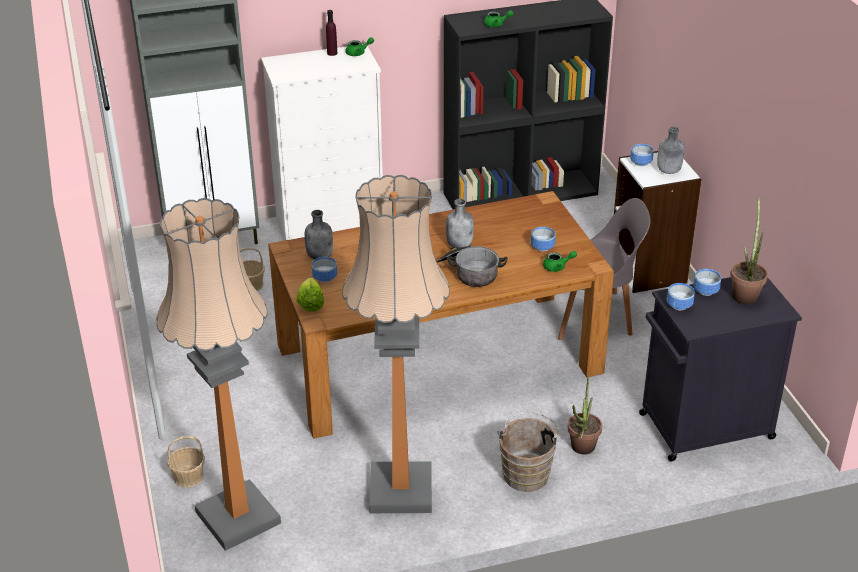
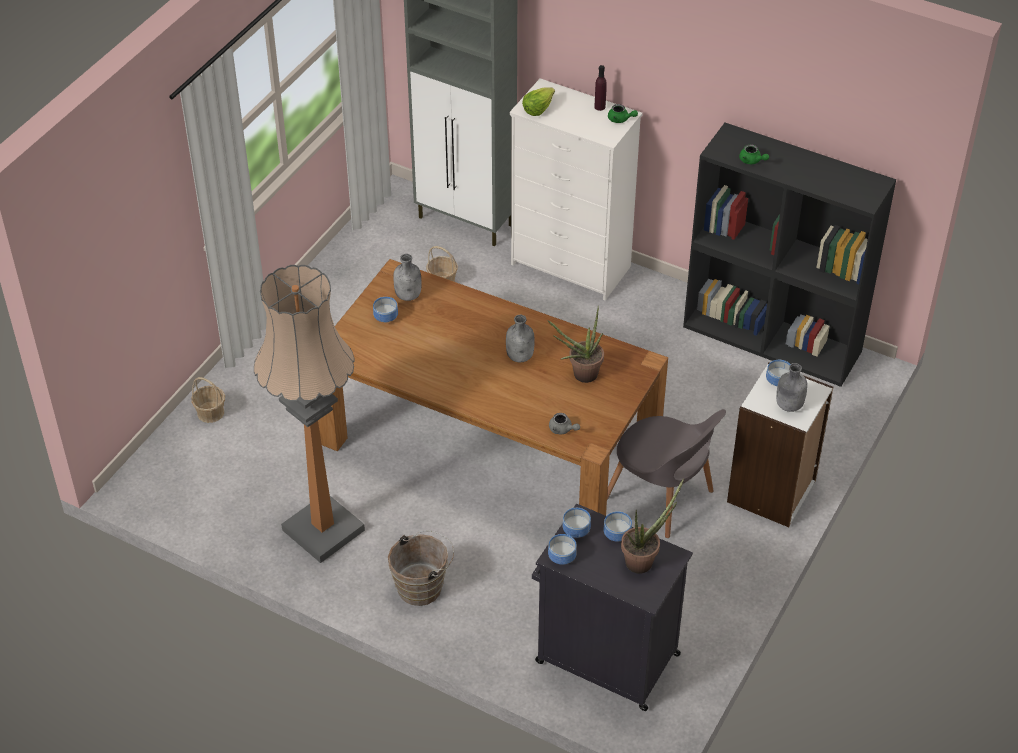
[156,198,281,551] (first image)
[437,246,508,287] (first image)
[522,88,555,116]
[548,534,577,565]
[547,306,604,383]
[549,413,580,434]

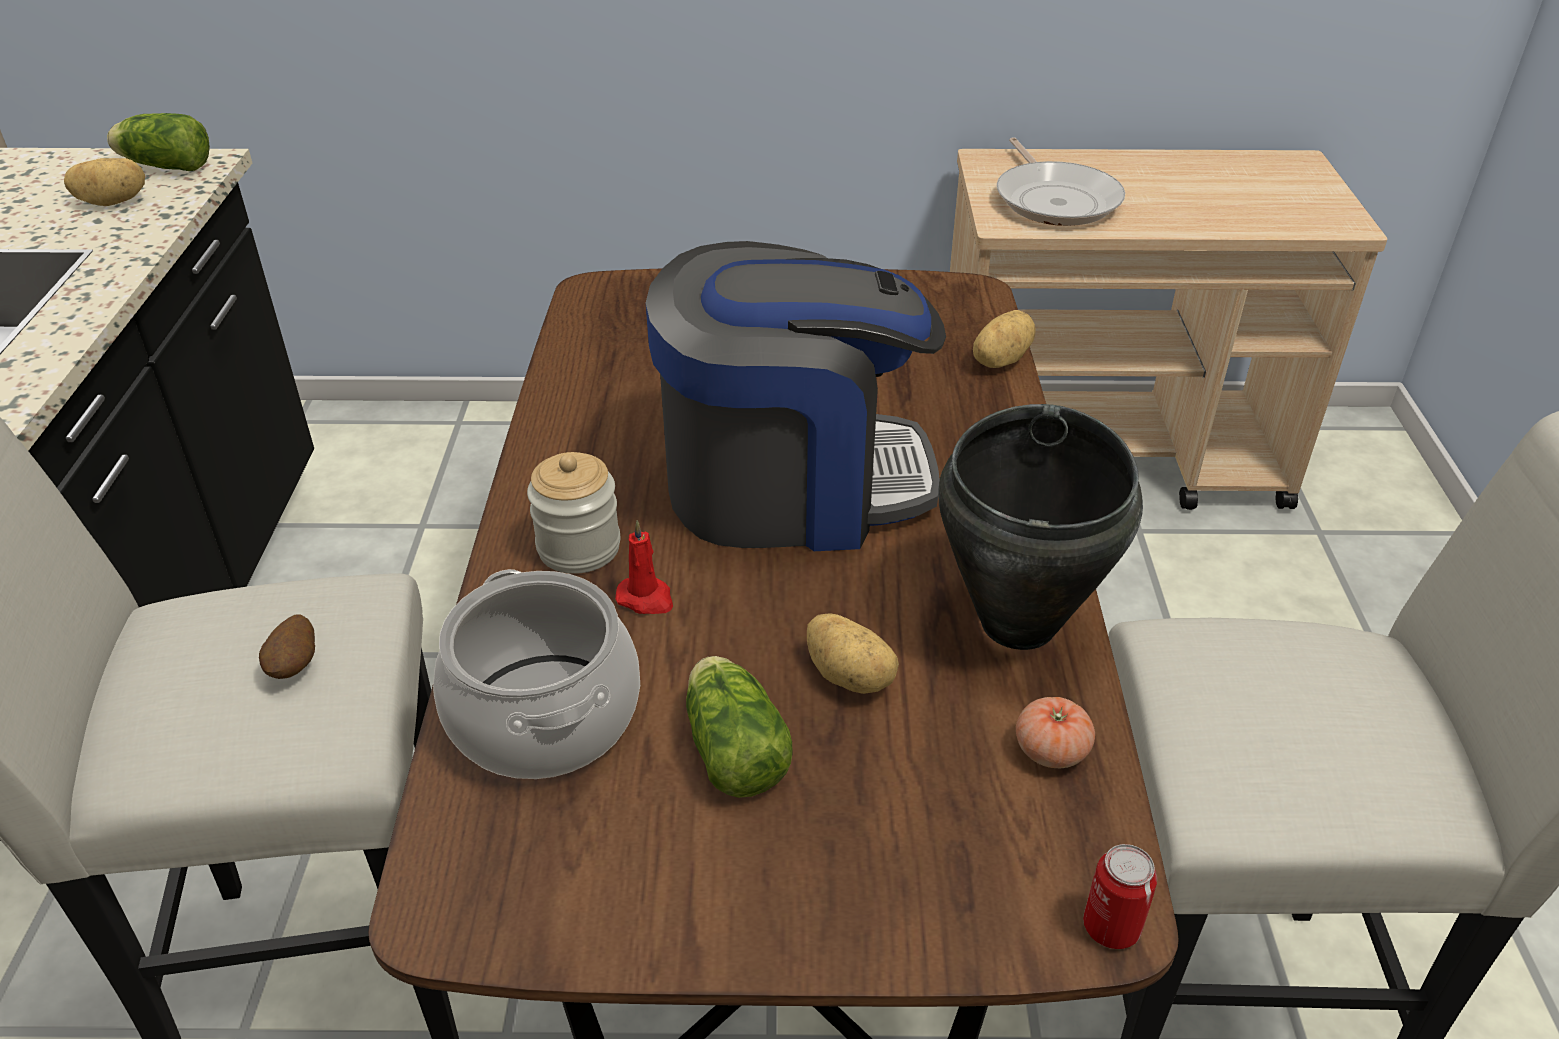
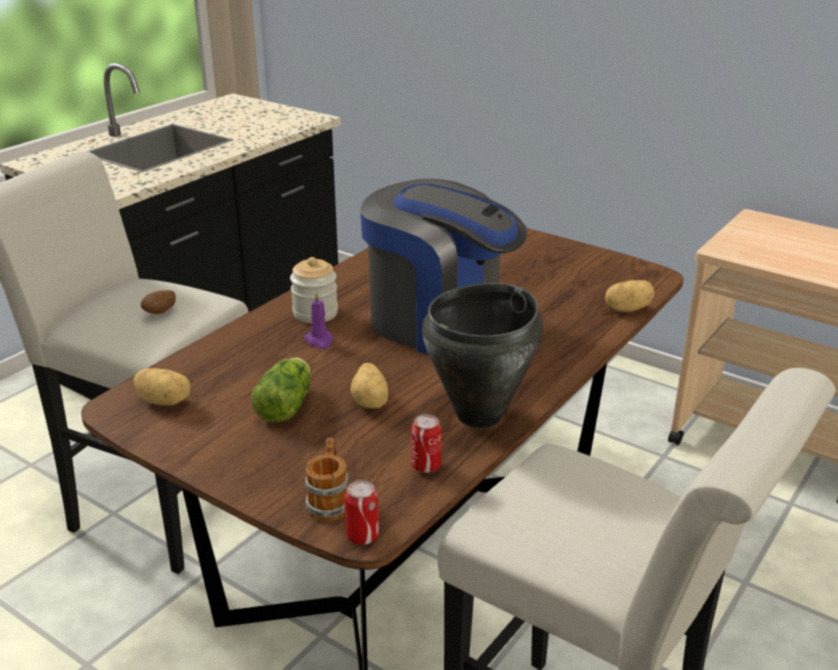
[107,113,210,171] (first image)
[433,569,640,779] (first image)
[997,137,1125,226] (first image)
[305,438,348,521]
[134,368,190,406]
[411,414,441,473]
[304,292,333,349]

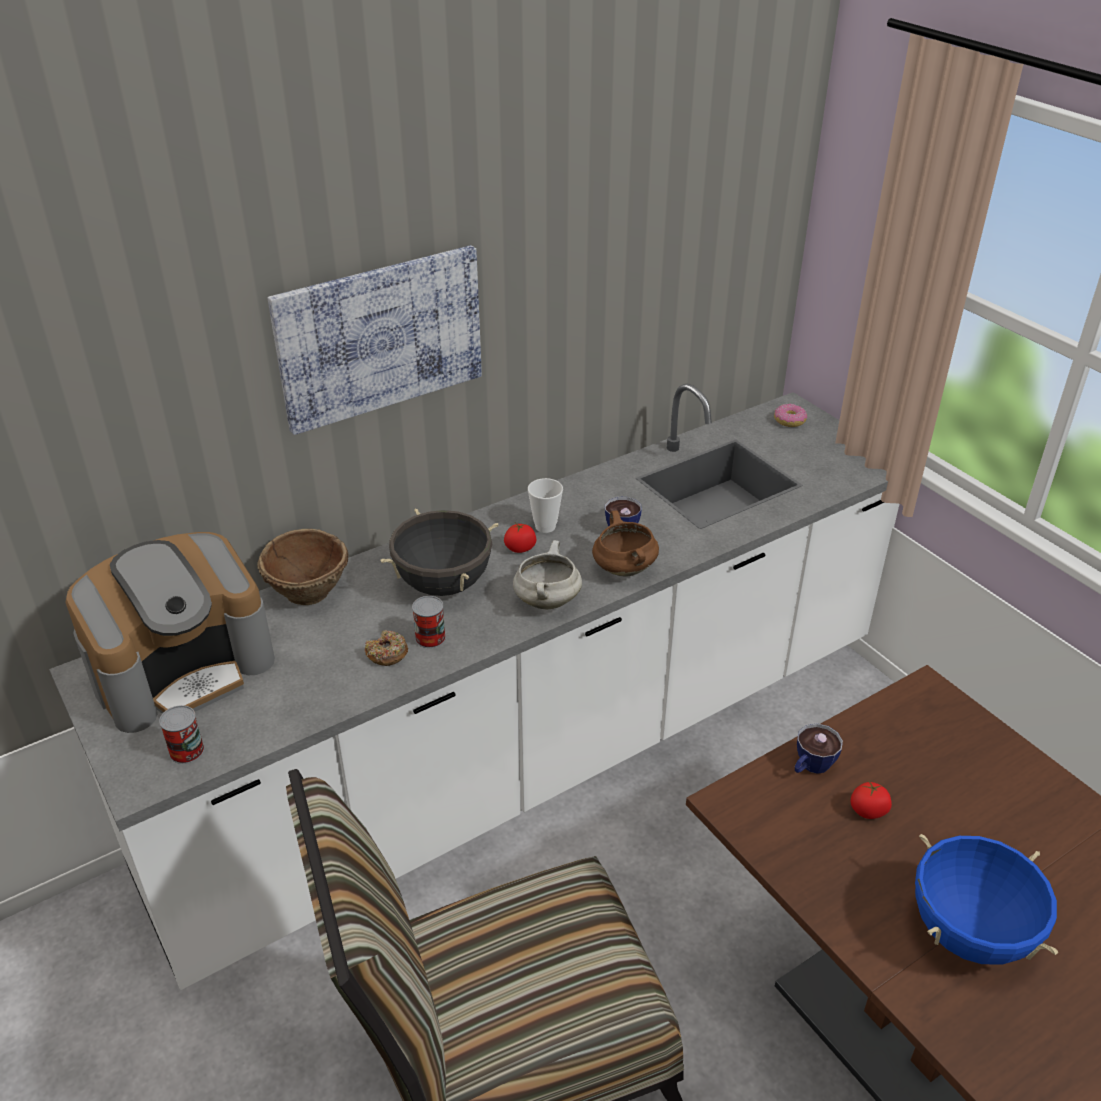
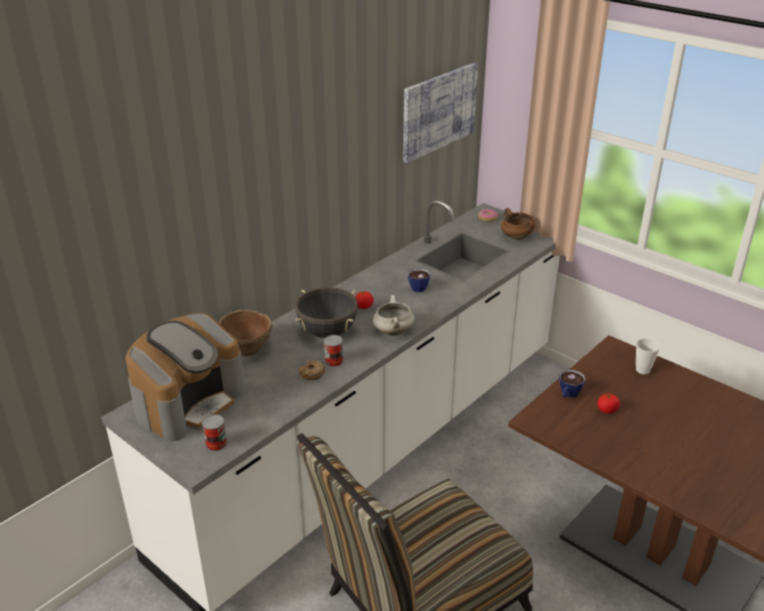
[915,834,1059,965] (first image)
[403,63,478,163]
[636,338,660,374]
[501,208,535,240]

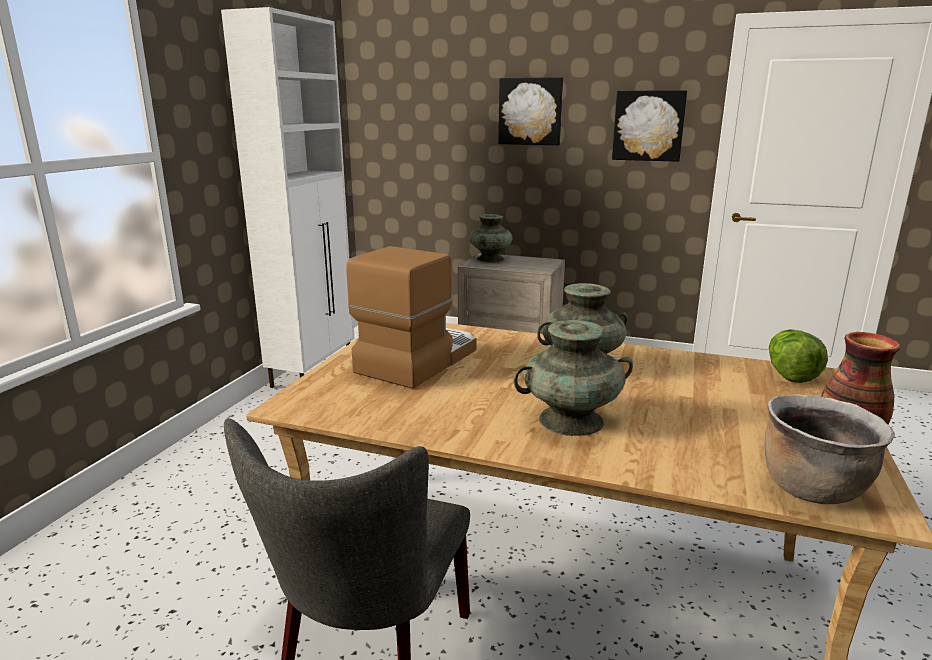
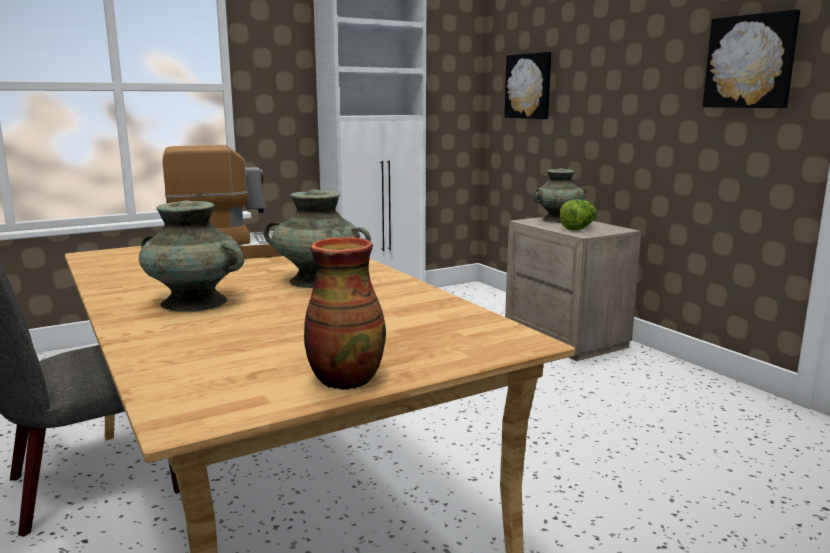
[764,394,895,504] (first image)
[504,52,551,119]
[559,199,596,230]

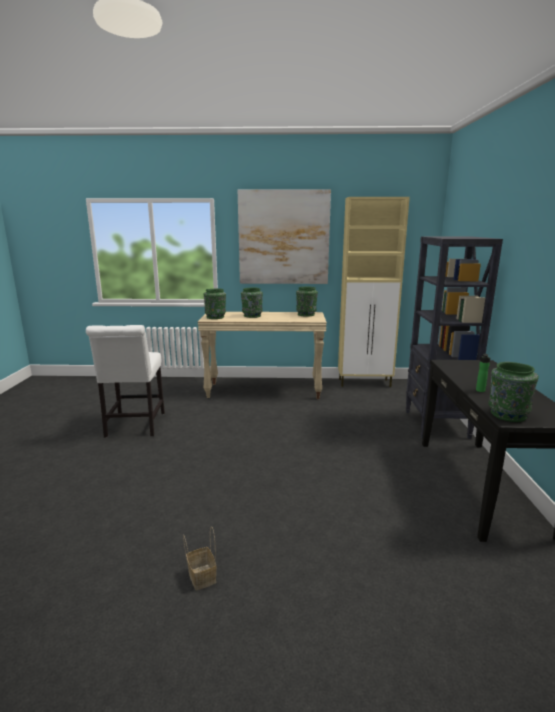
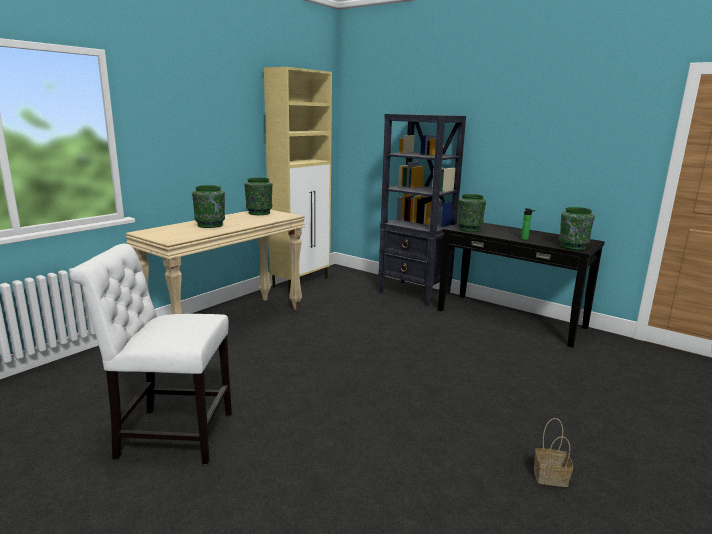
[238,189,331,284] (first image)
[457,194,486,232]
[70,244,232,464]

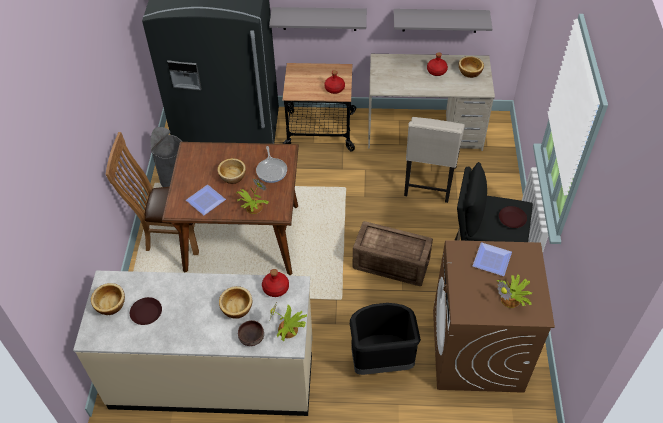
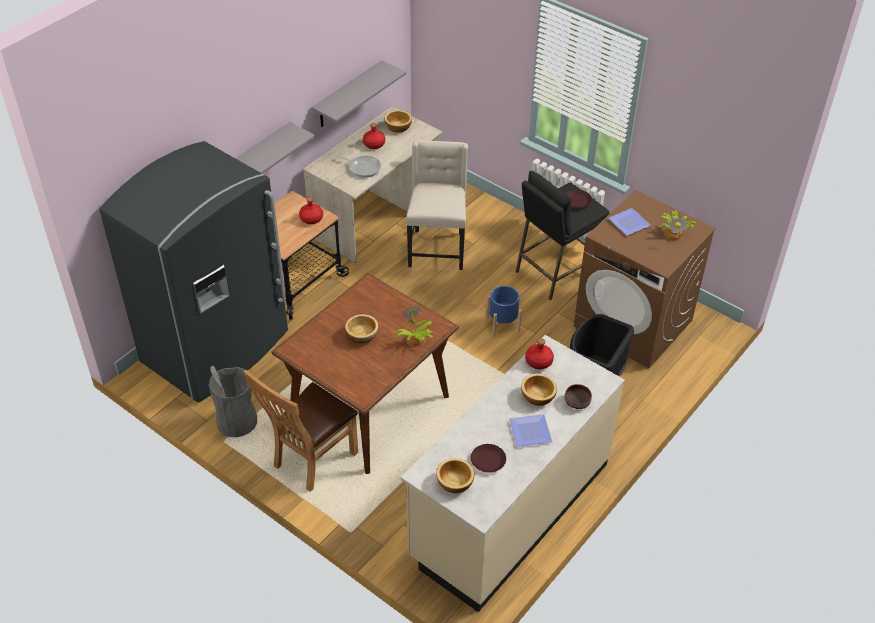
[269,303,307,341] (first image)
[509,414,552,447]
[337,155,381,178]
[486,286,522,337]
[406,140,468,270]

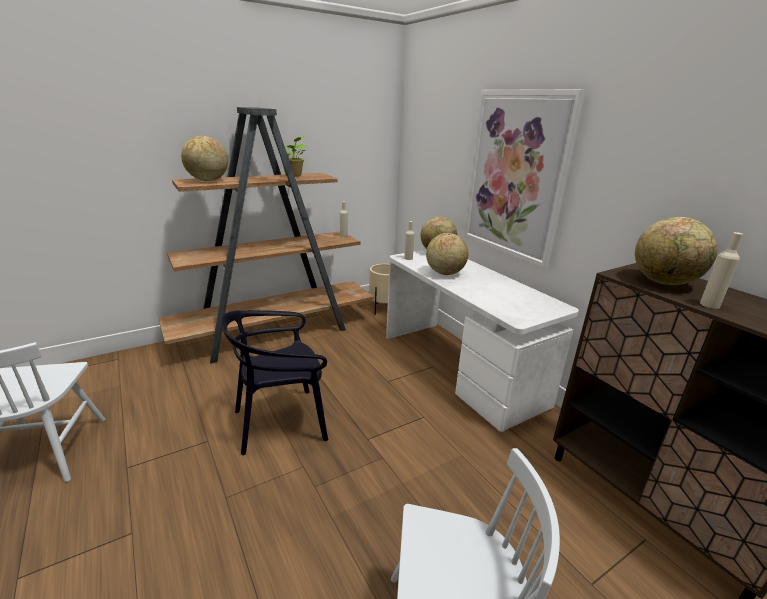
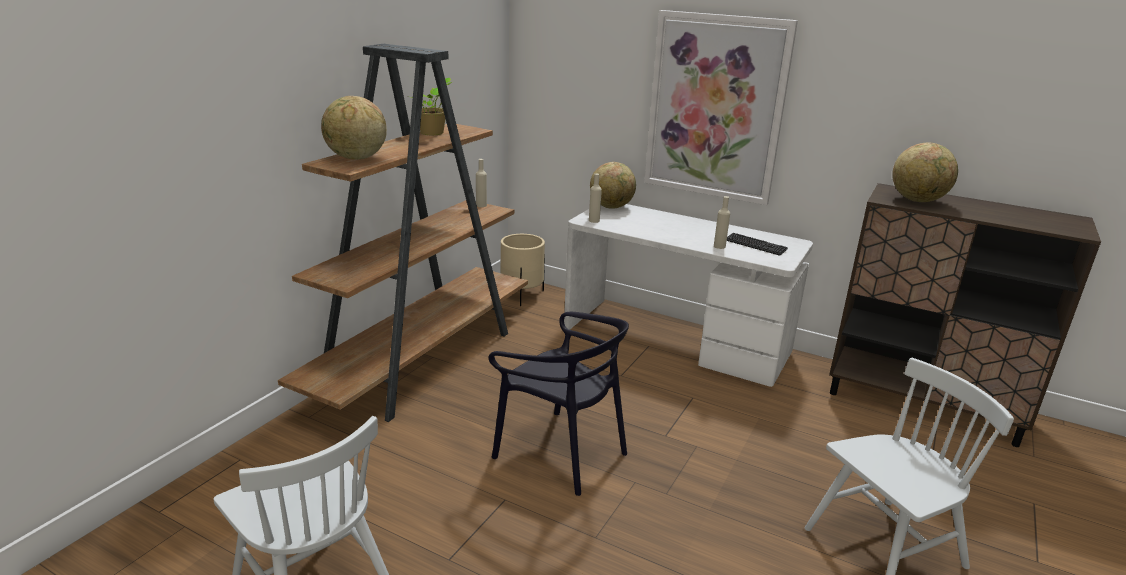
[426,233,468,275] (first image)
[727,233,788,256]
[714,196,730,249]
[489,312,629,496]

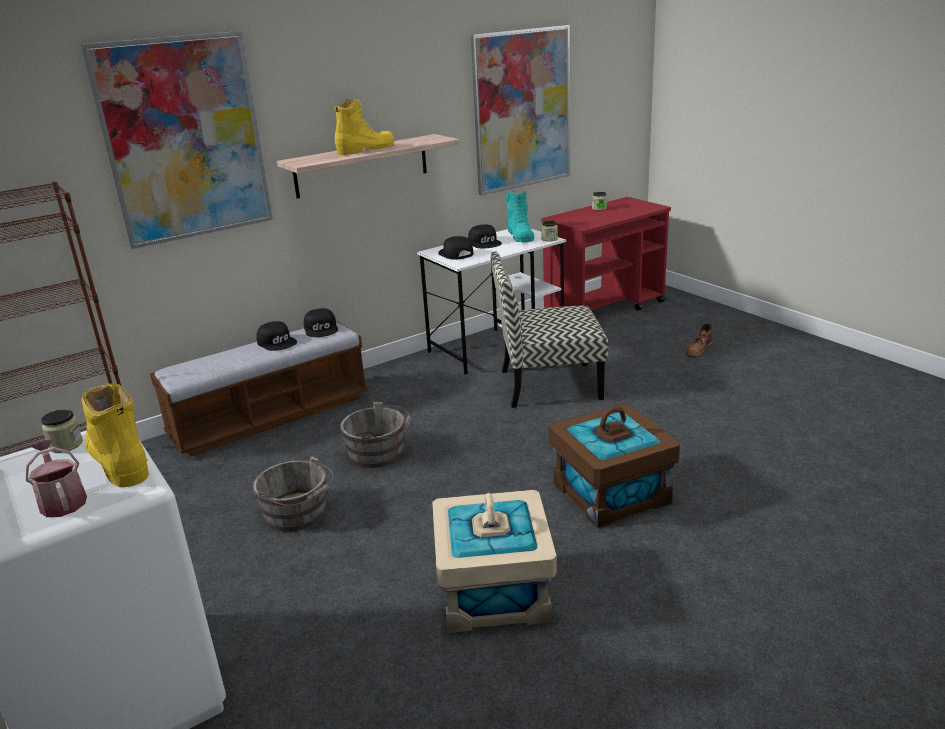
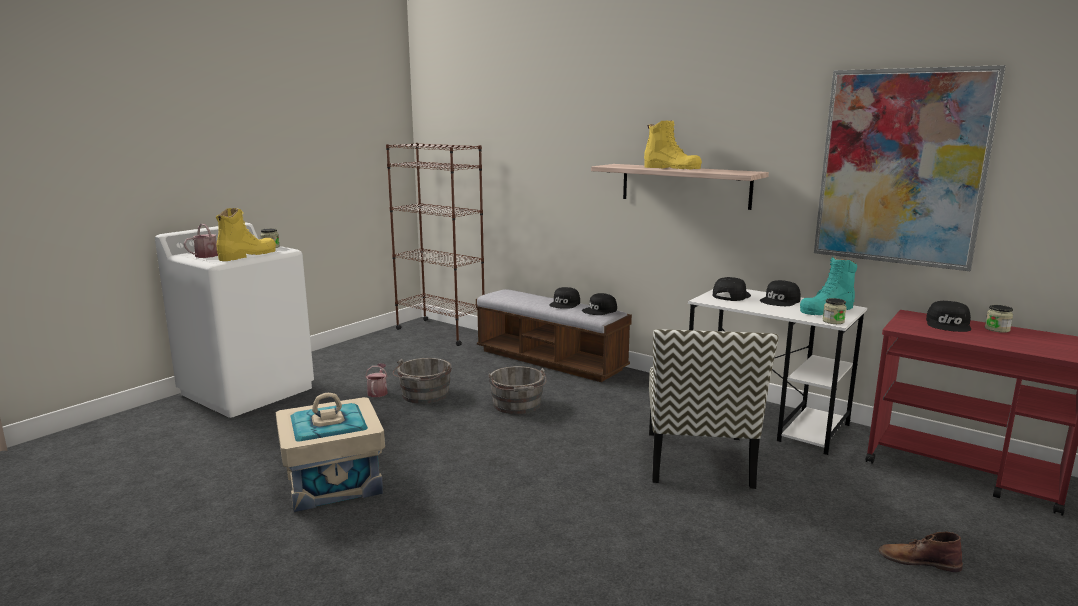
[81,31,273,249] (first image)
[549,404,680,528] (first image)
[365,363,388,397]
[926,301,972,332]
[649,329,778,489]

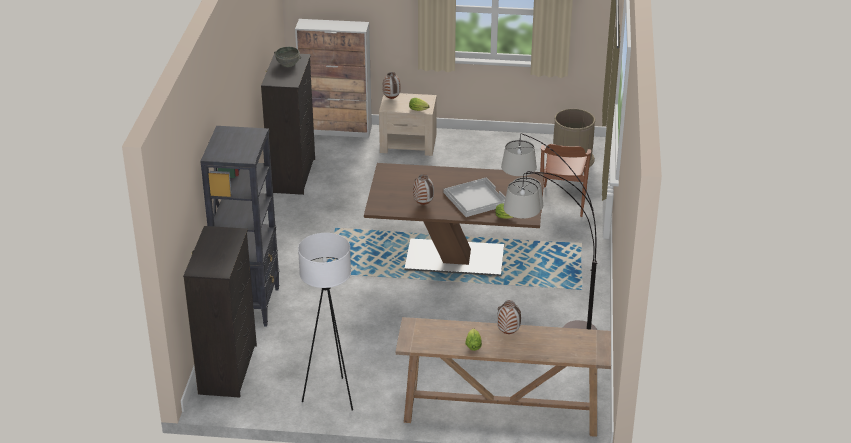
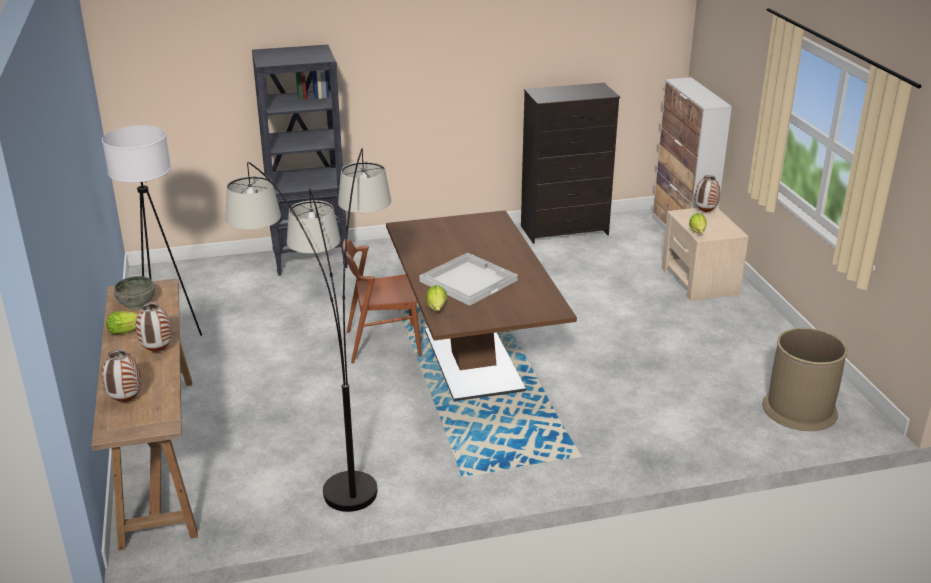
[183,226,257,398] (first image)
[114,276,155,310]
[102,349,142,402]
[343,239,422,363]

